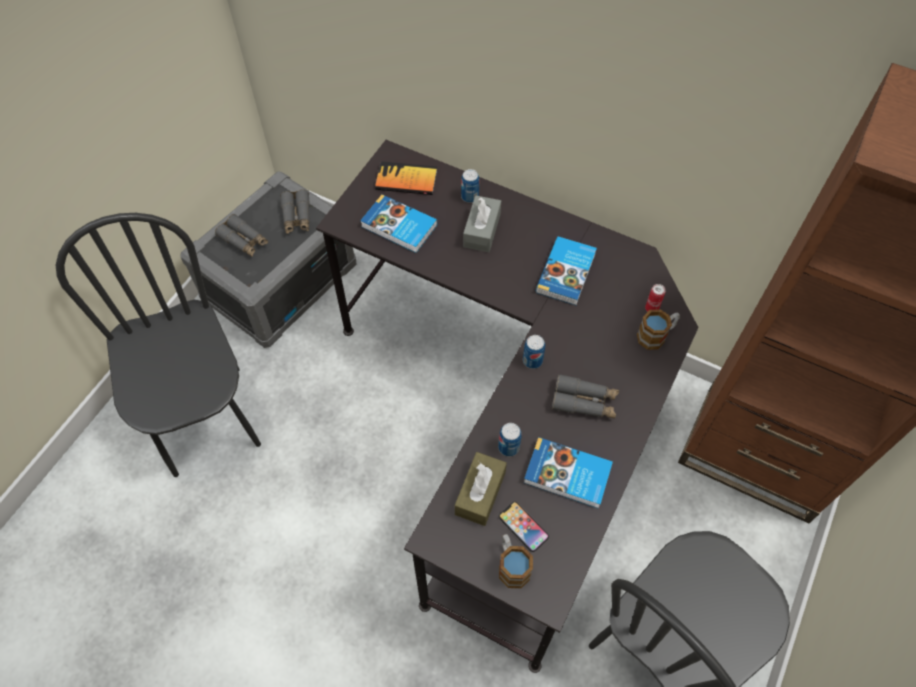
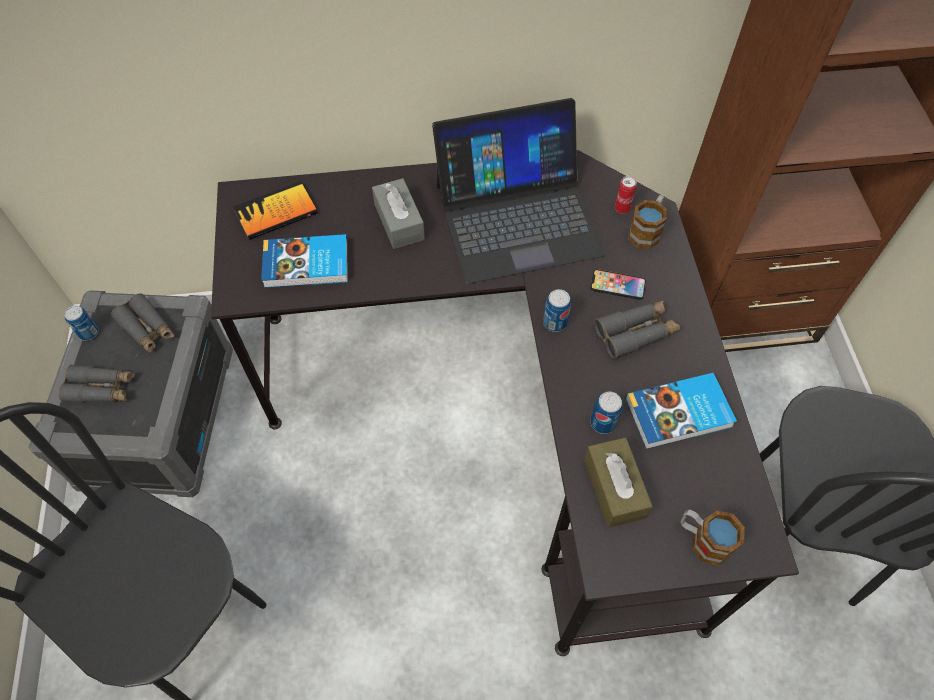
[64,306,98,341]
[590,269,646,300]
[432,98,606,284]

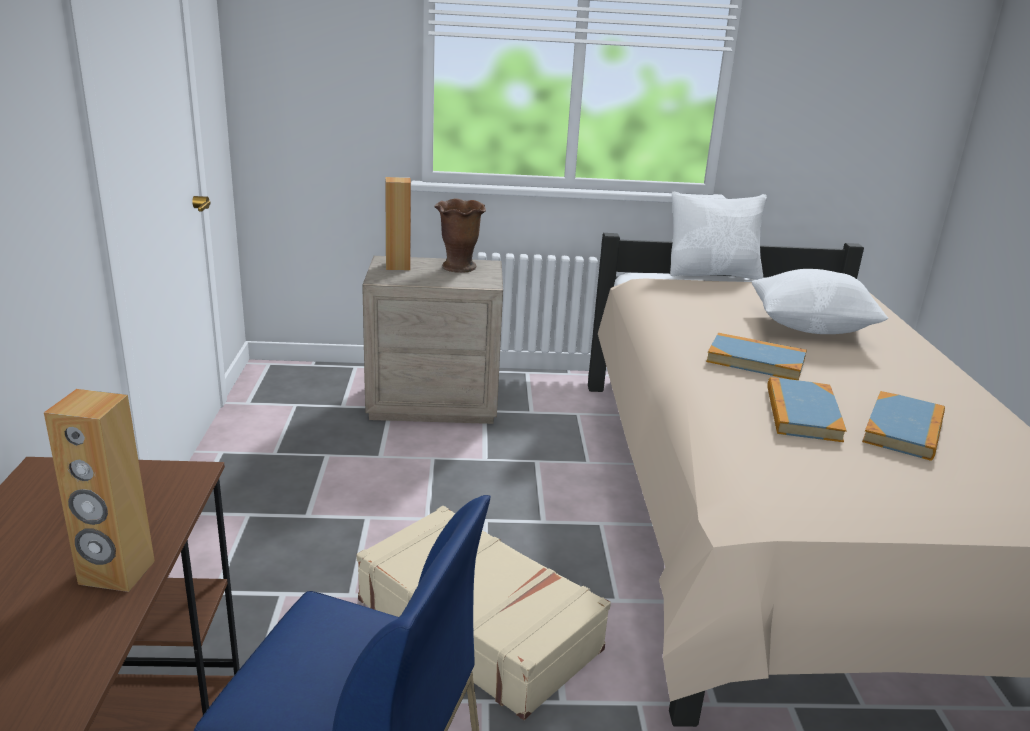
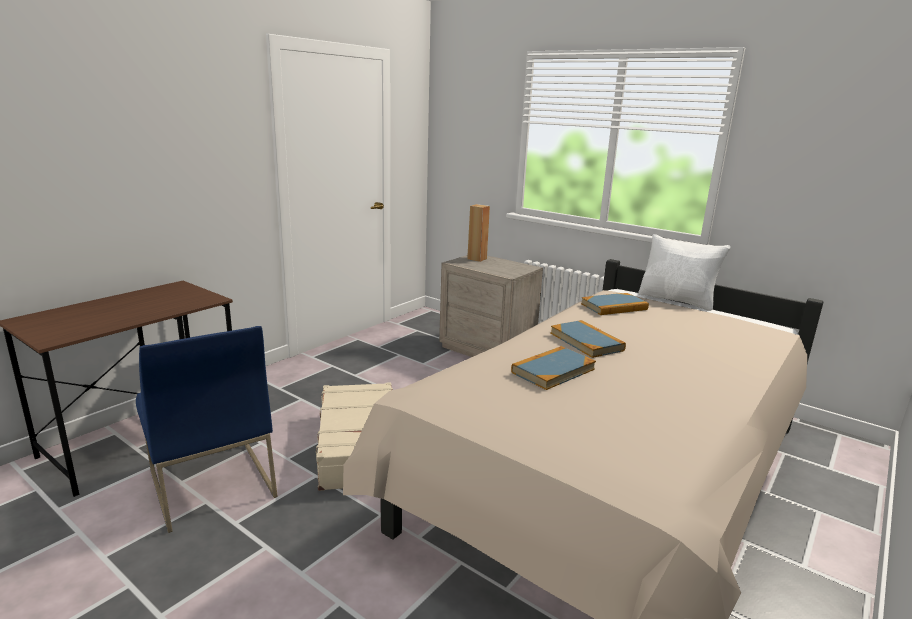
[44,389,155,592] (first image)
[435,199,486,273] (first image)
[752,269,888,334] (first image)
[581,293,649,315]

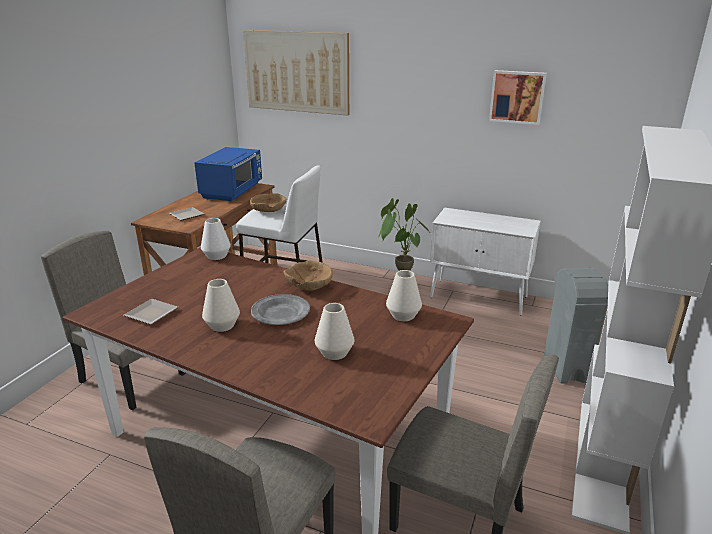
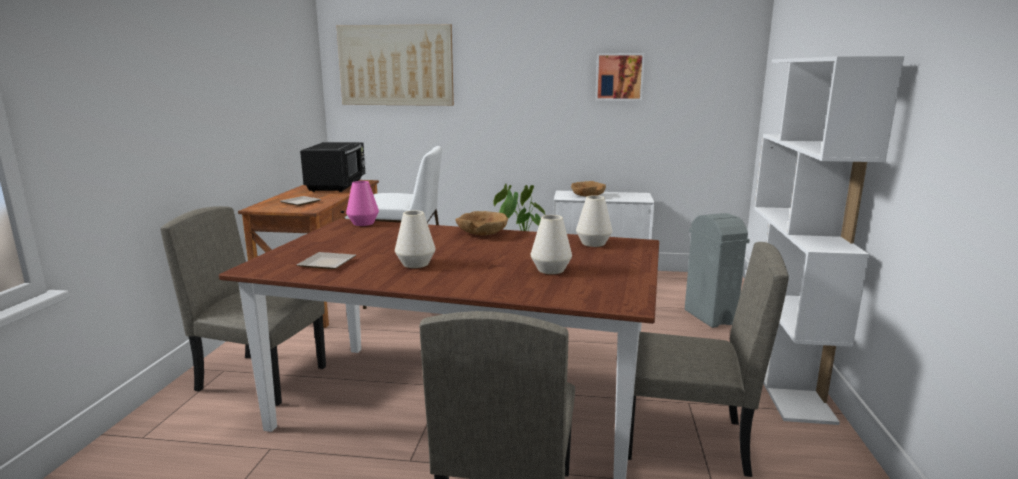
[251,294,310,325] (first image)
[571,181,606,197]
[300,142,365,192]
[346,181,379,226]

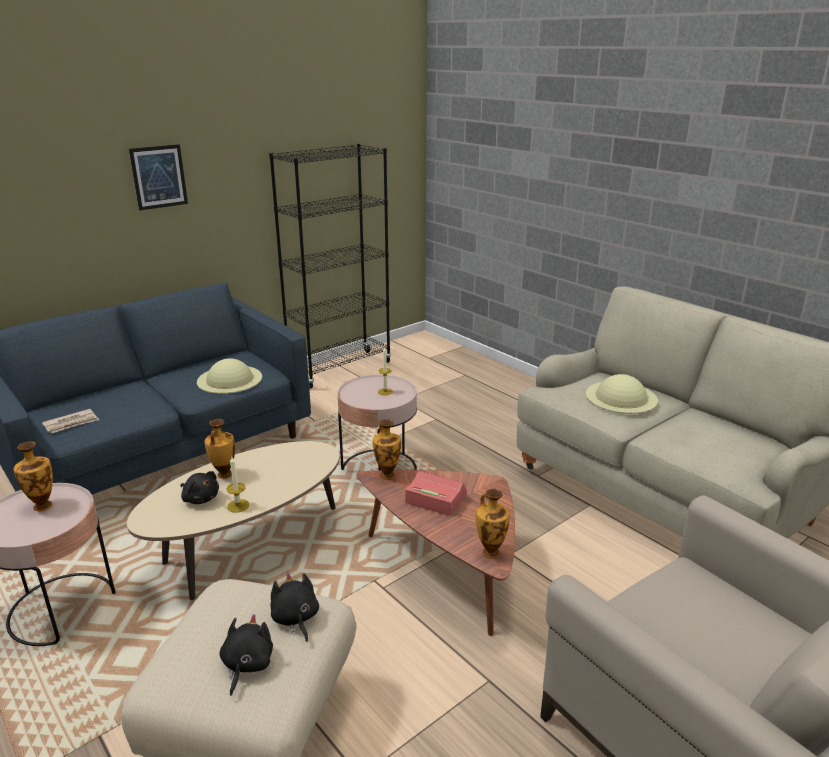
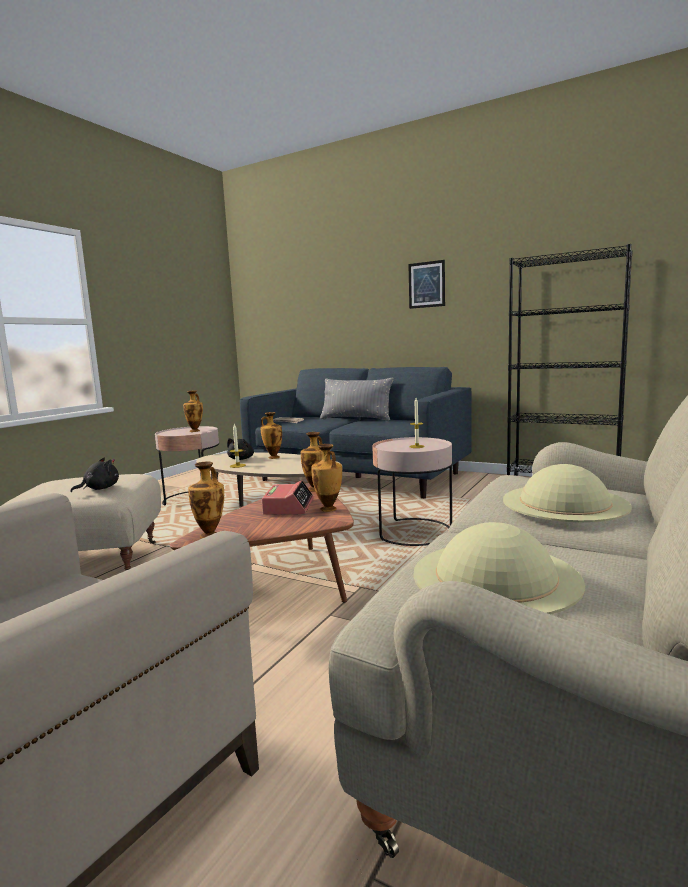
[220,614,273,696] (first image)
[311,444,342,512]
[320,378,394,421]
[413,522,585,615]

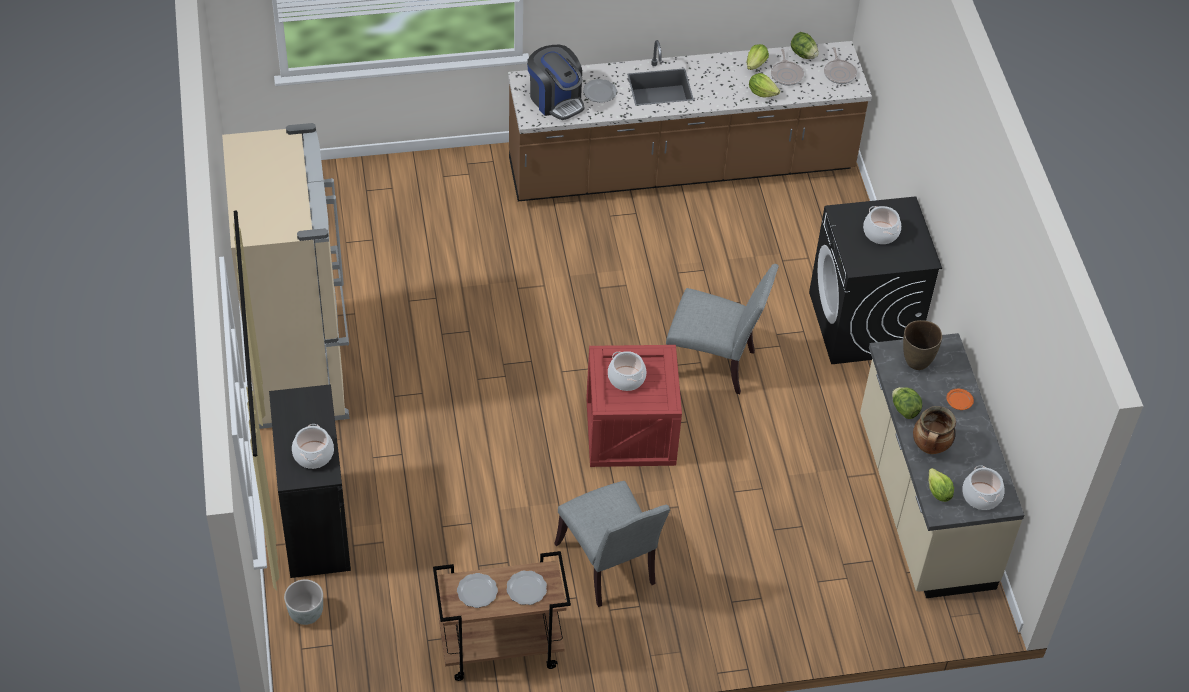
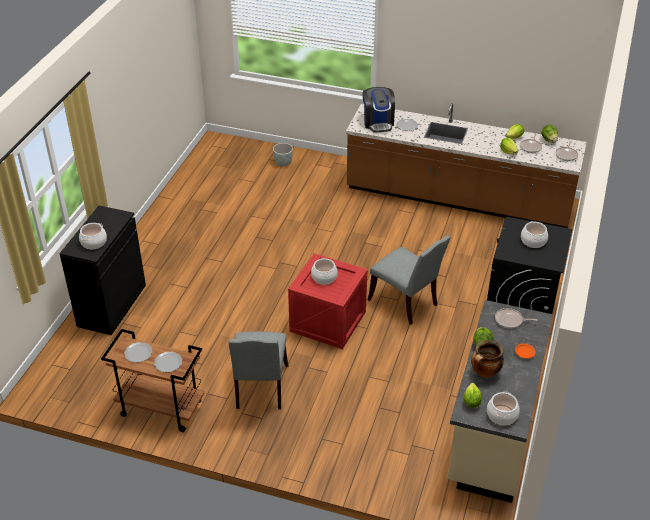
[222,123,350,429] (first image)
[273,143,293,166]
[495,308,537,329]

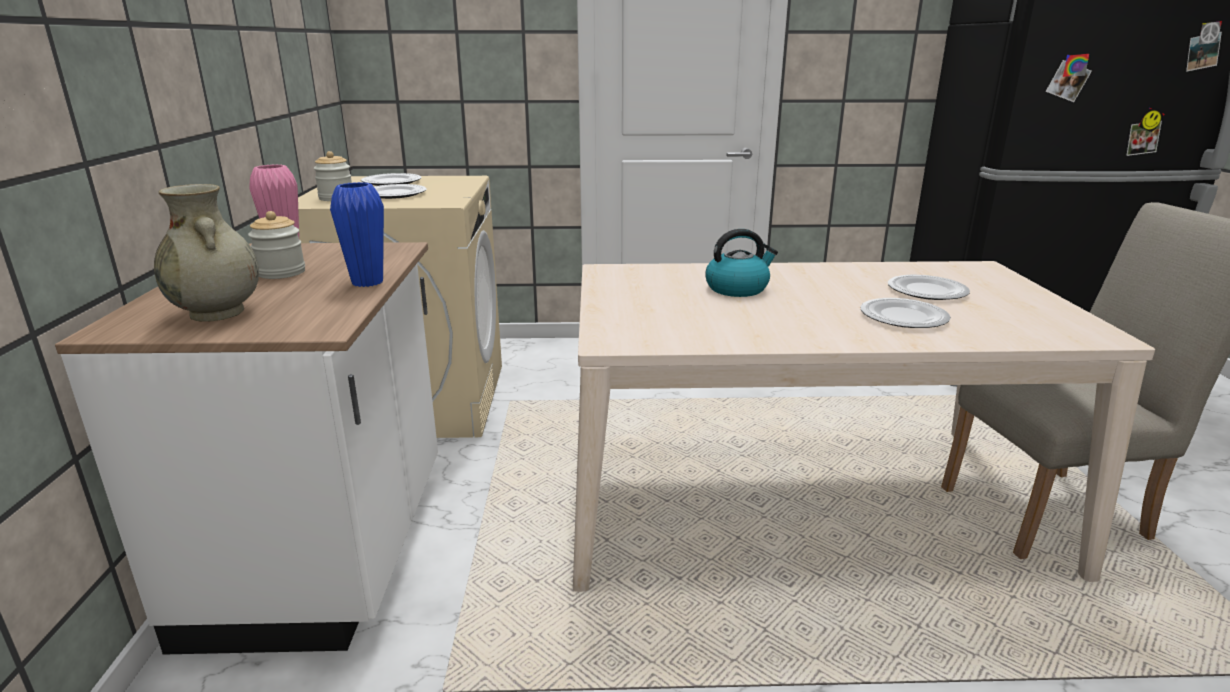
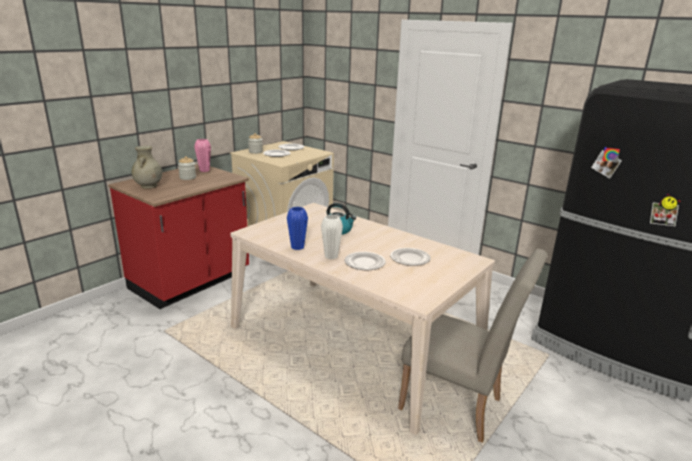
[321,215,343,259]
[287,207,308,250]
[108,164,249,309]

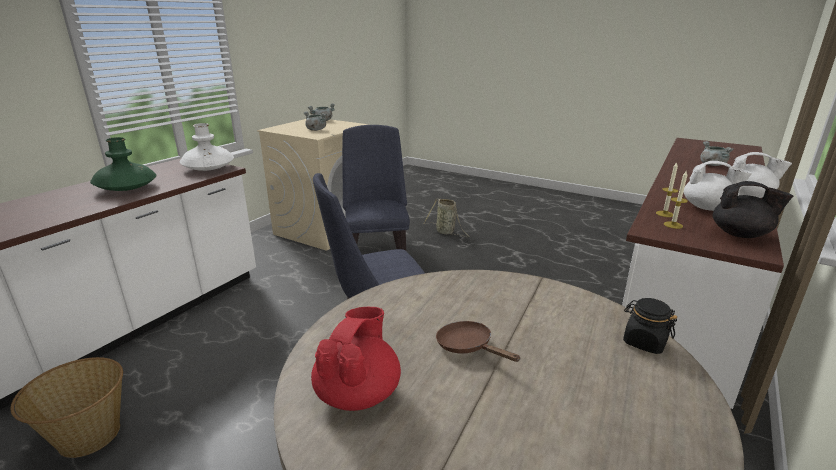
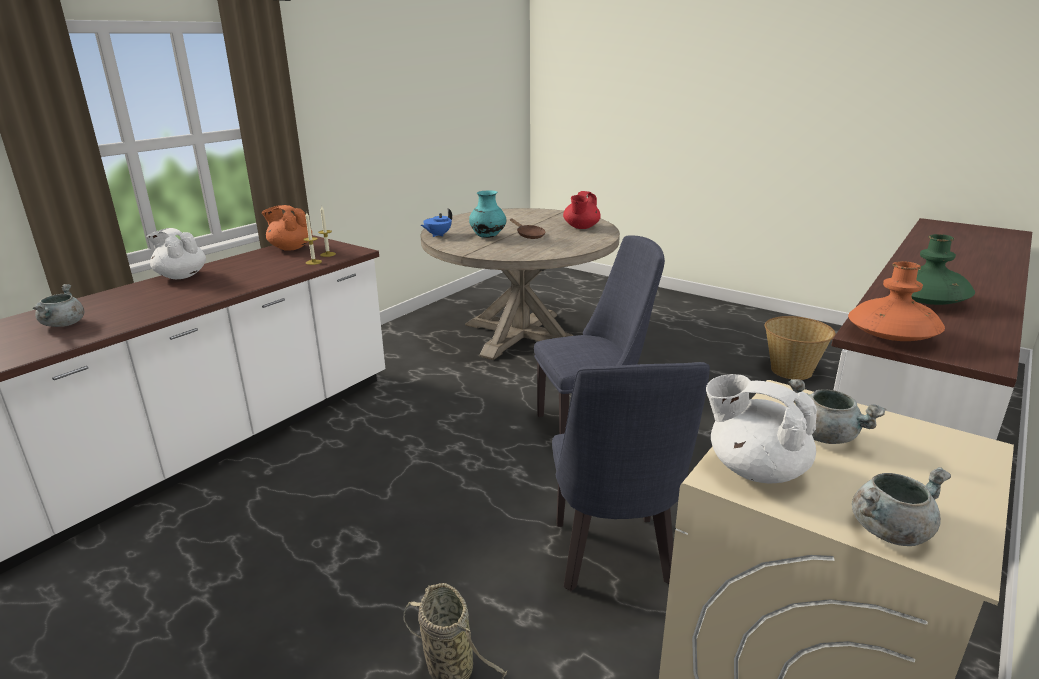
[469,190,506,238]
[706,374,817,483]
[421,208,452,237]
[848,261,945,341]
[261,205,312,251]

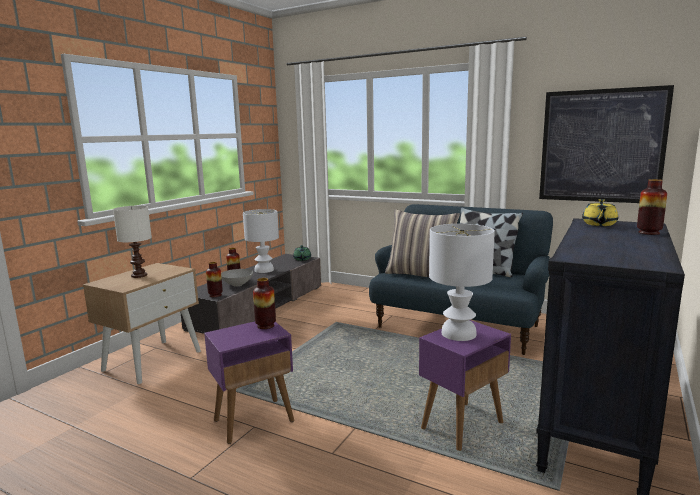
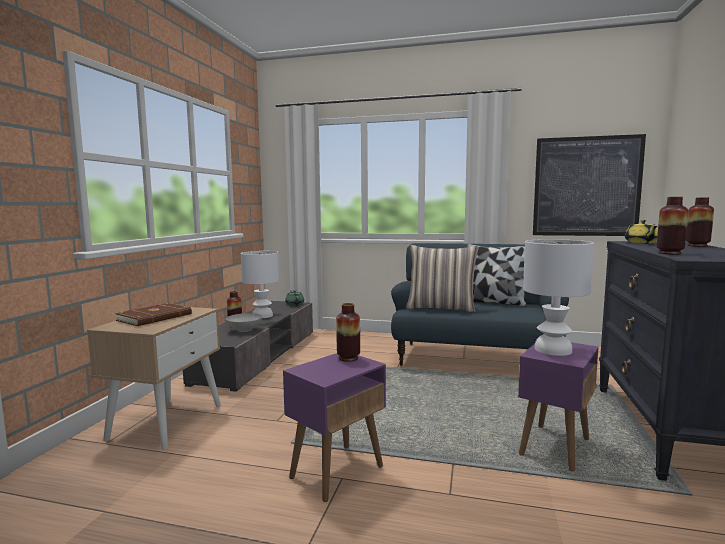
[657,197,689,255]
[115,303,192,326]

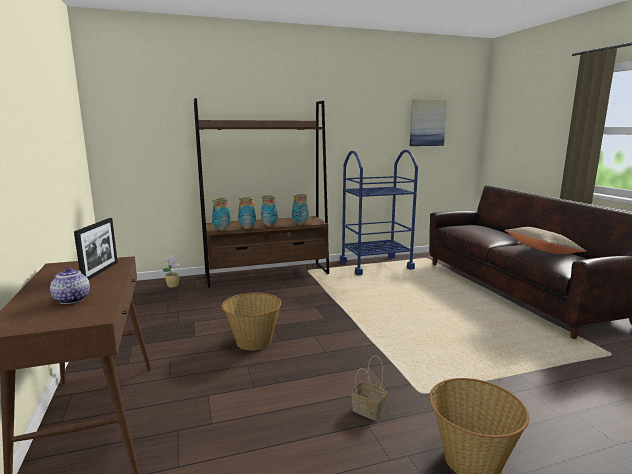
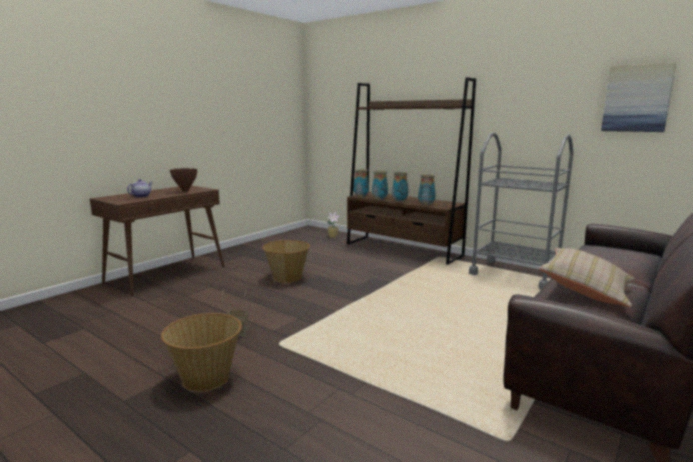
[170,168,197,192]
[469,133,574,289]

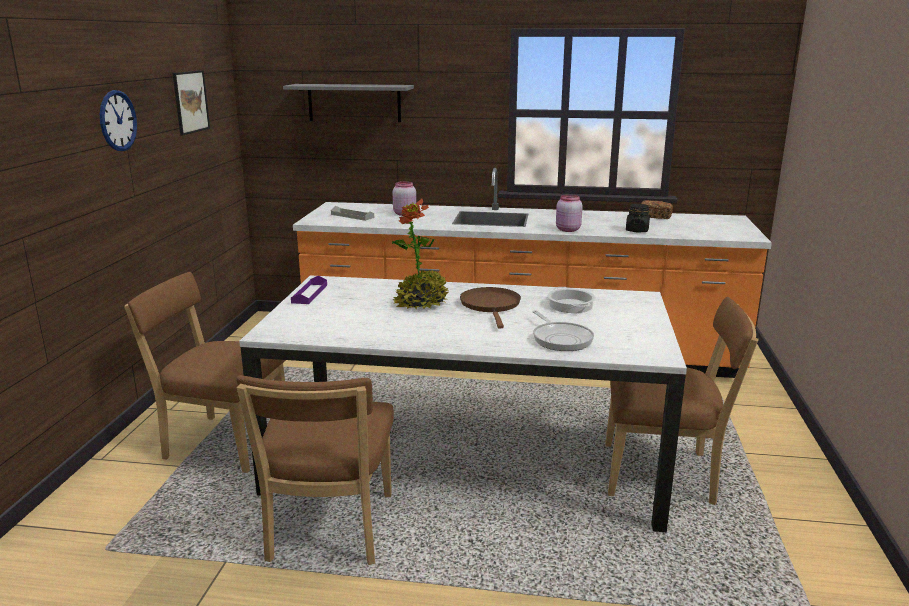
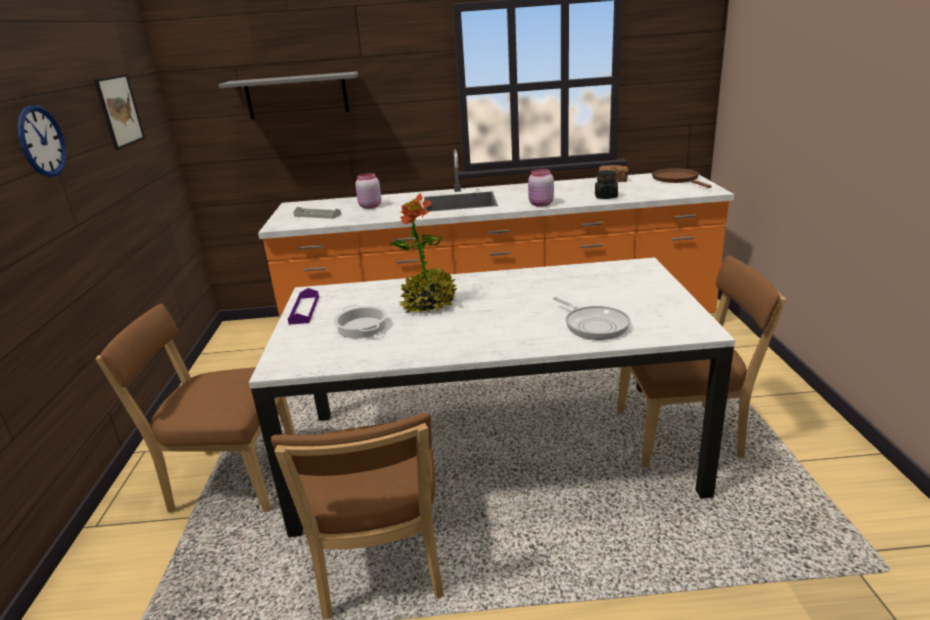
[652,168,712,188]
[334,305,387,338]

